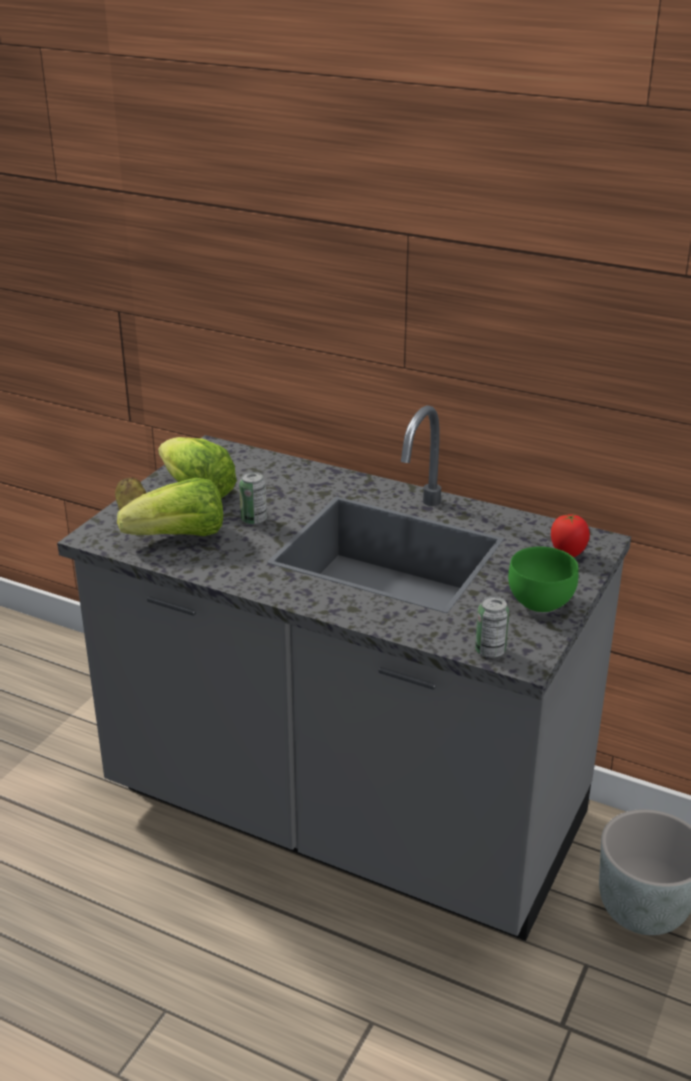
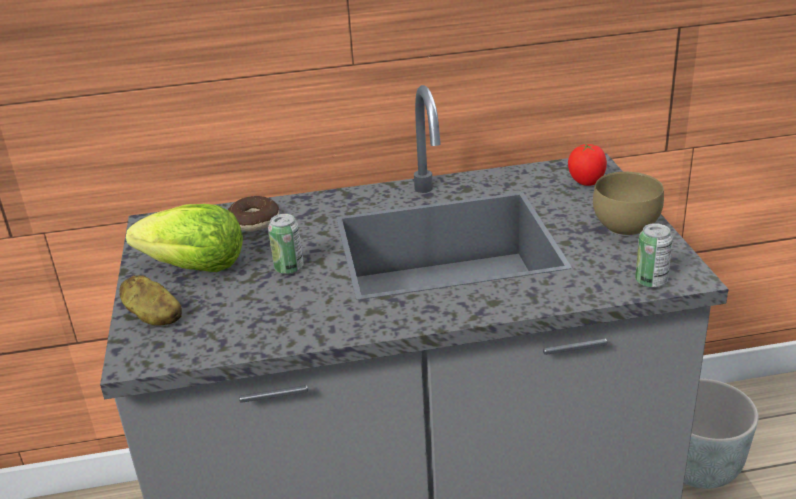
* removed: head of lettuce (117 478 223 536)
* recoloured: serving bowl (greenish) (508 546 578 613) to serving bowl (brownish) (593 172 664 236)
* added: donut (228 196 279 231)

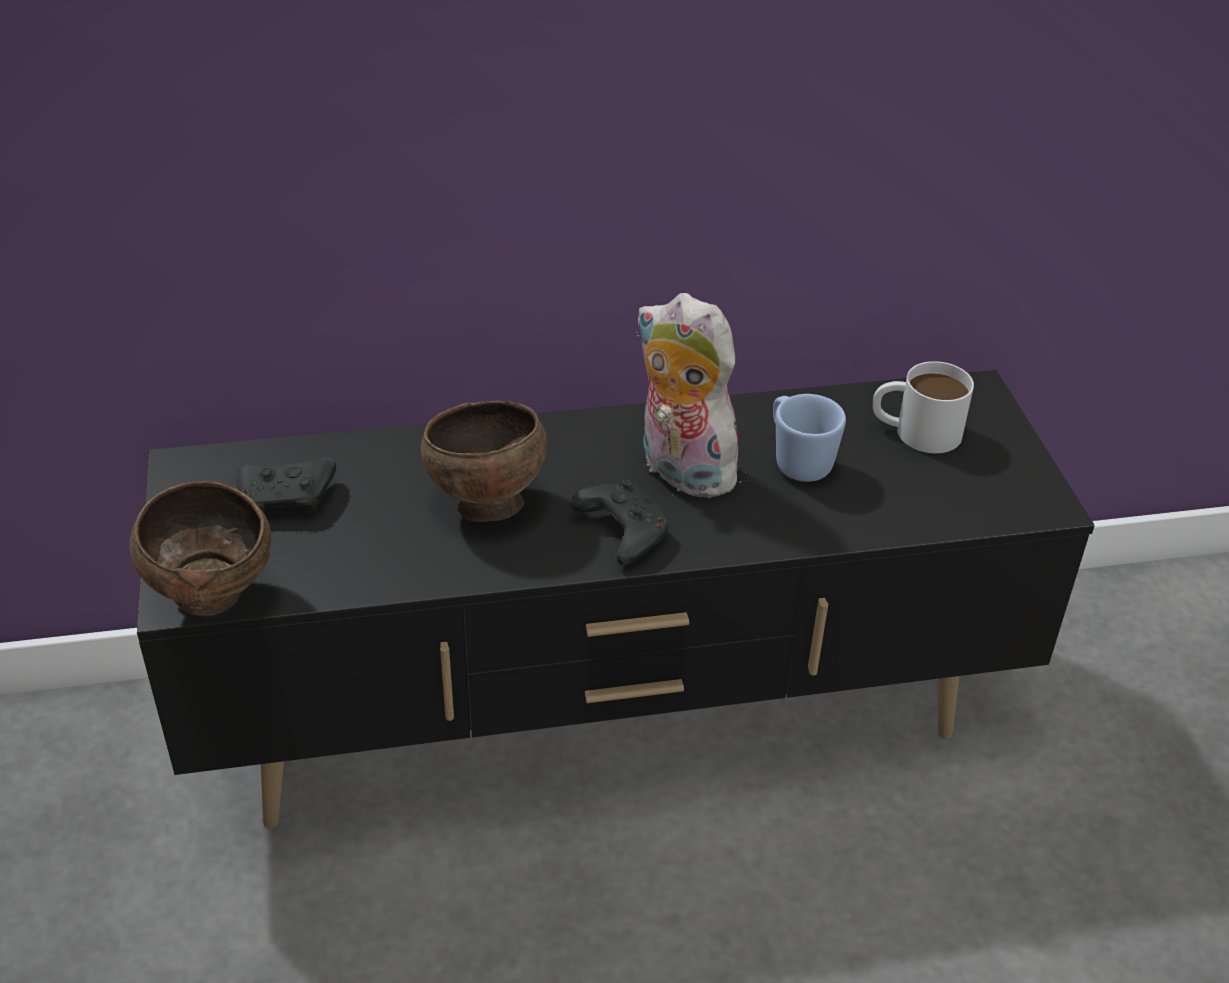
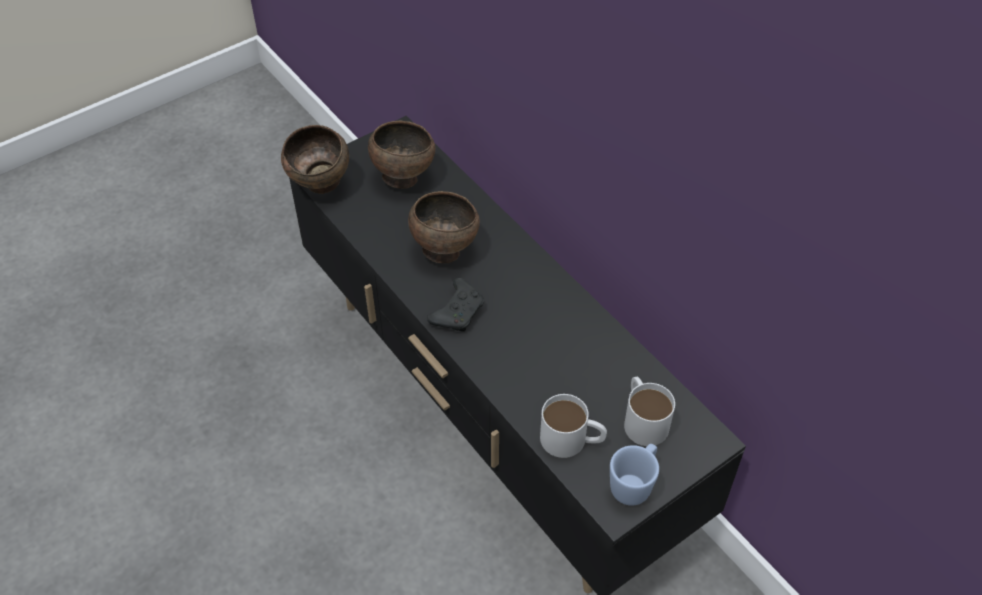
* replaced: joypad (black-coloured) (236 456 336 513) to serving bowl (brownish) (368 120 435 189)
* removed: cuddly toy (636 293 749 498)
* moved: mug (blue-coloured) (773 394 846 482) to (610 444 659 506)
* added: mug (whitish) (540 394 607 458)

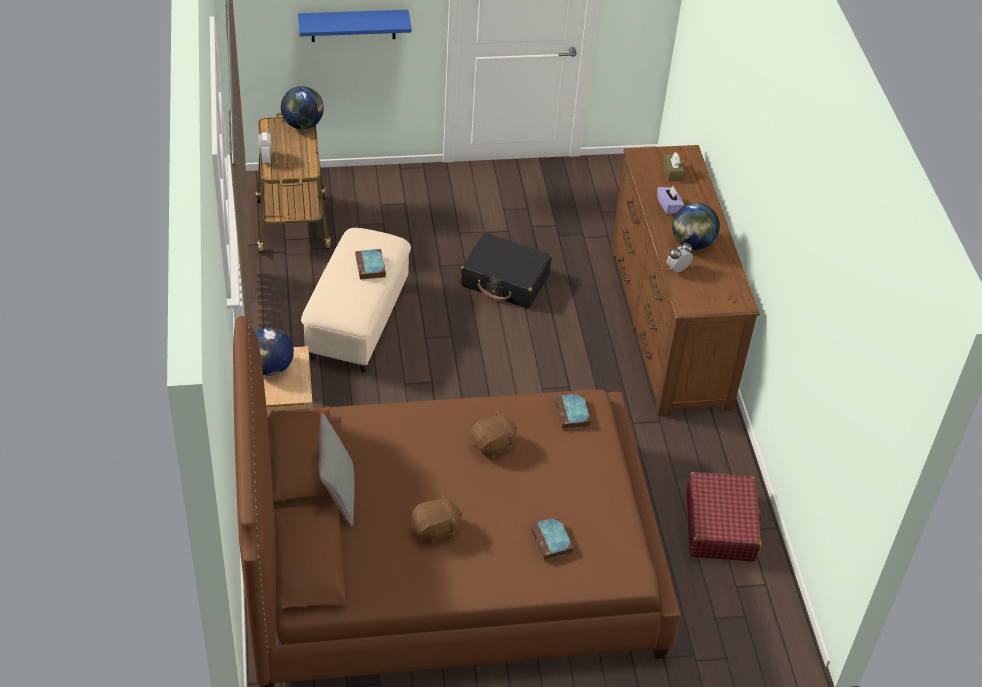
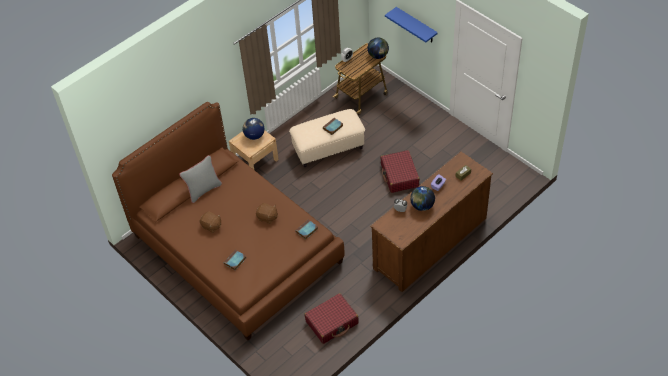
* recoloured: travel case (black-coloured) (461 233 552 309) to travel case (red-coloured) (380 150 420 193)

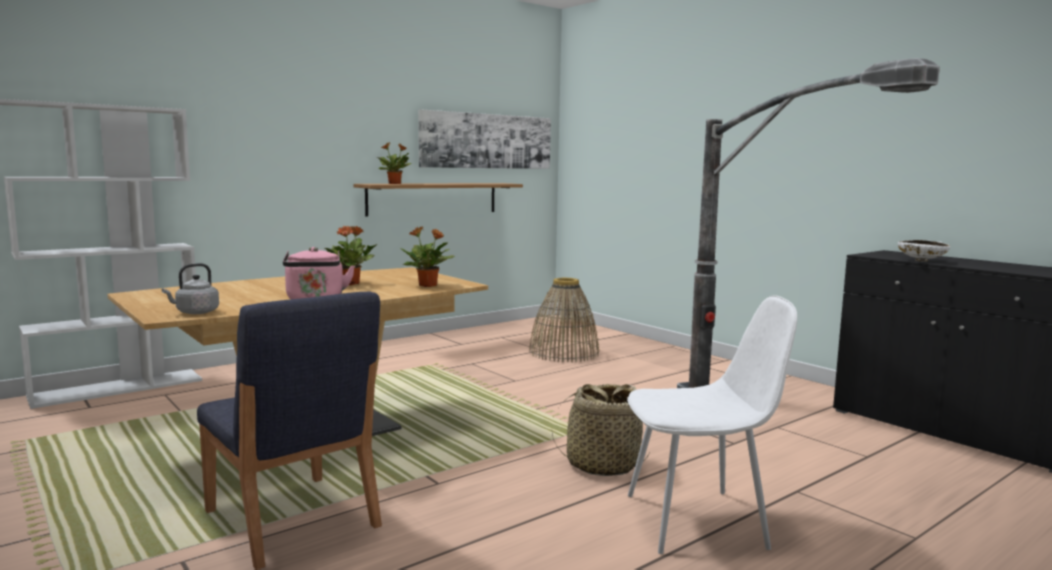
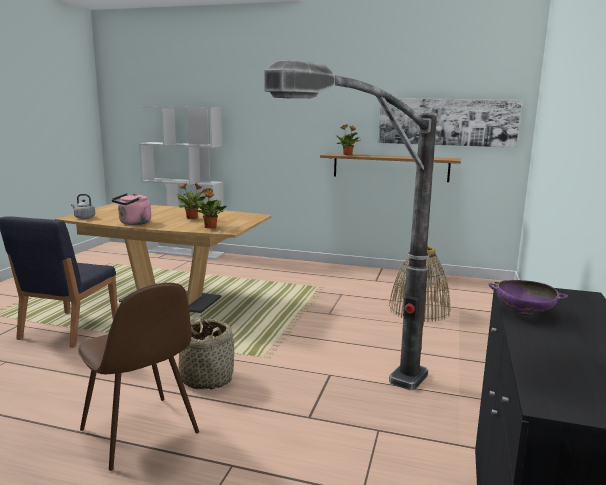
* recoloured: chair (whitish) (627 295 797 554) to chair (brownish) (78 283 199 471)
* recoloured: serving bowl (whitish) (898 240 950 262) to serving bowl (purple-coloured) (488 280 568 315)

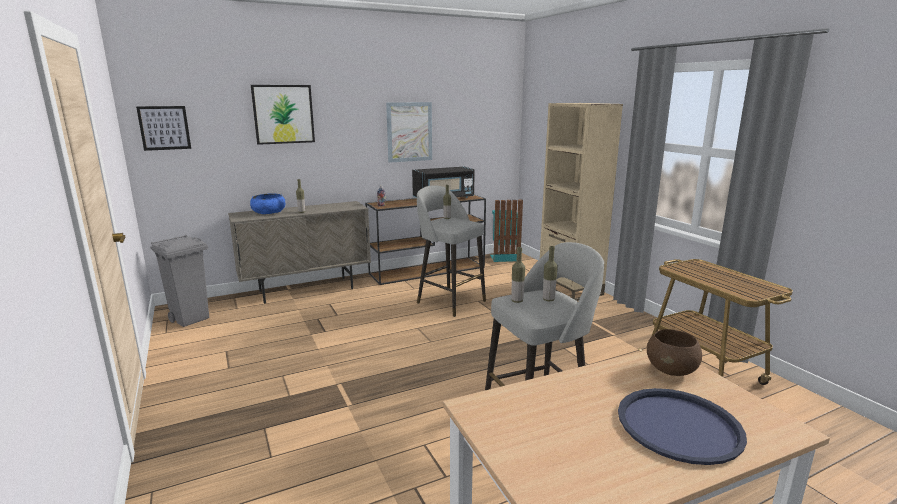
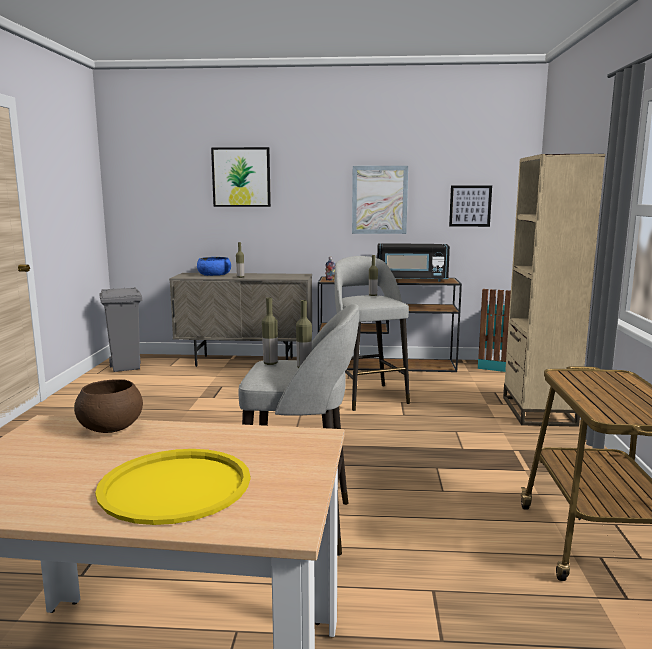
* moved: wall picture (136 106 191 151) to (449 186 492 227)
* recoloured: serving tray (blue-coloured) (618 388 747 465) to serving tray (yellow-coloured) (95 449 250 525)
* moved: serving bowl (brownish) (647 329 702 376) to (74 379 143 433)

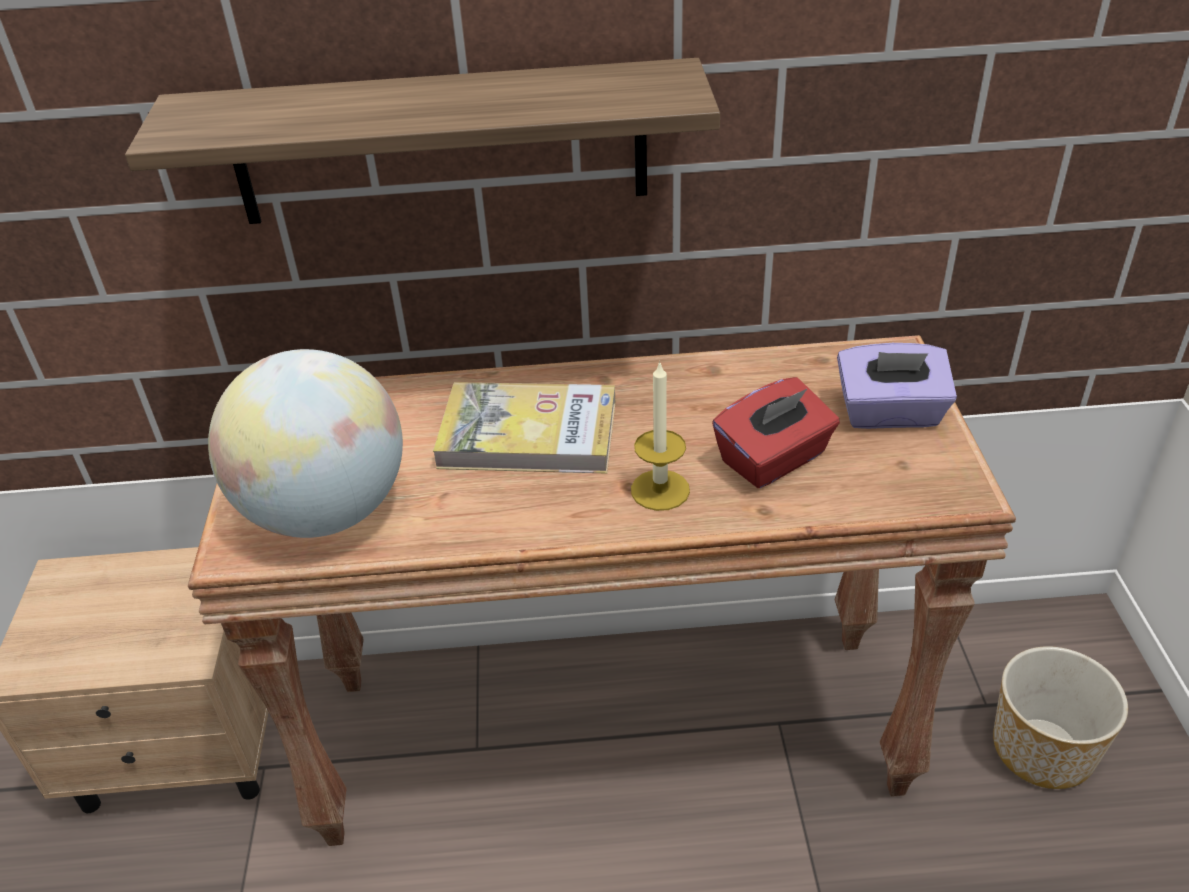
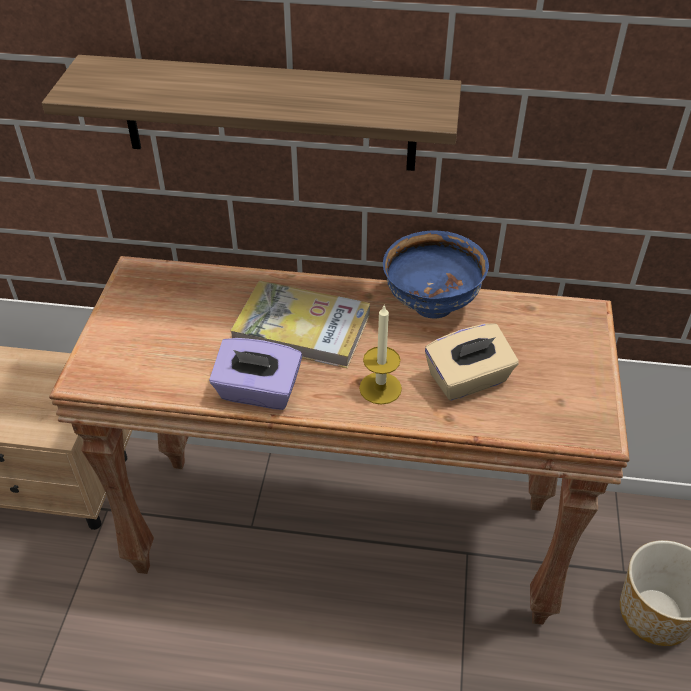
* removed: world globe (208 349 403 538)
* recoloured: tissue box (red-coloured) (712 377 840 488) to tissue box (beige) (425 323 519 401)
* moved: tissue box (purple-coloured) (837 343 957 429) to (209 338 302 410)
* added: serving bowl (blue-coloured) (383 230 489 318)

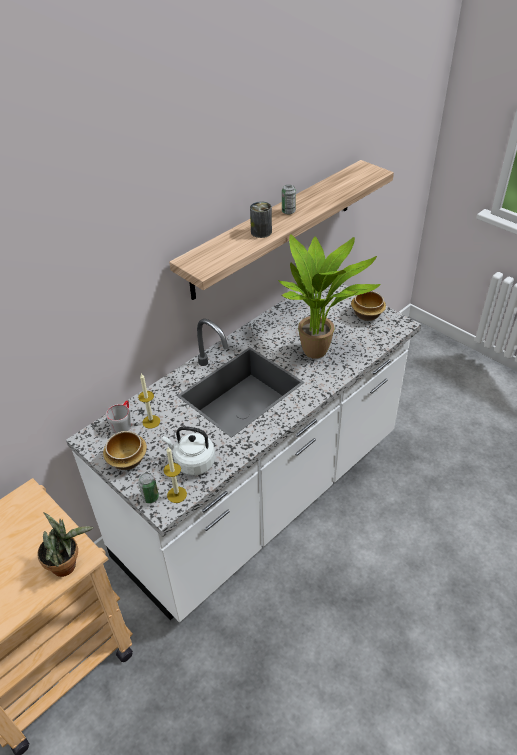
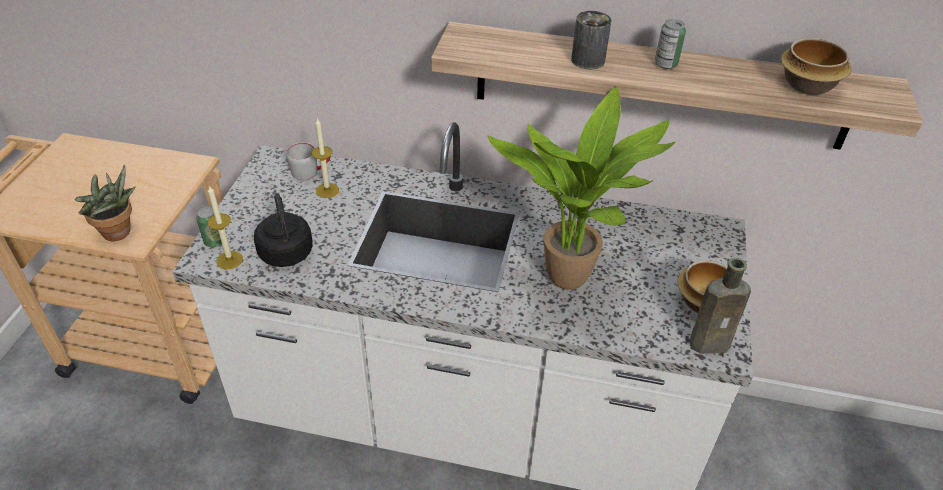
* moved: serving bowl (103 431 147 470) to (781 38 851 95)
* recoloured: tea kettle (whitish) (163 426 215 476) to tea kettle (black-coloured) (254 194 313 267)
* added: drink bottle (brownish) (689 258 751 354)

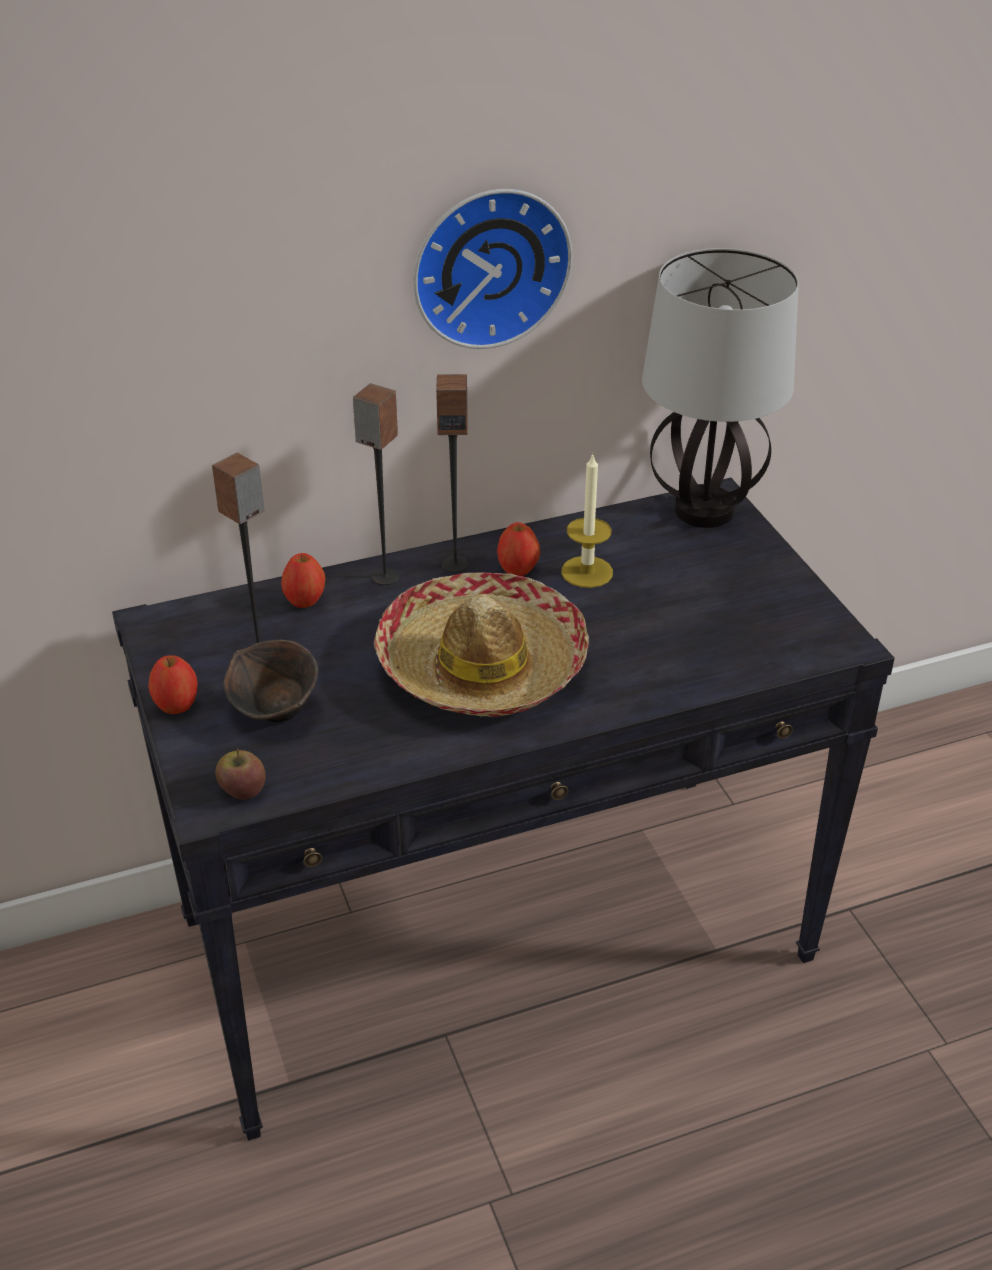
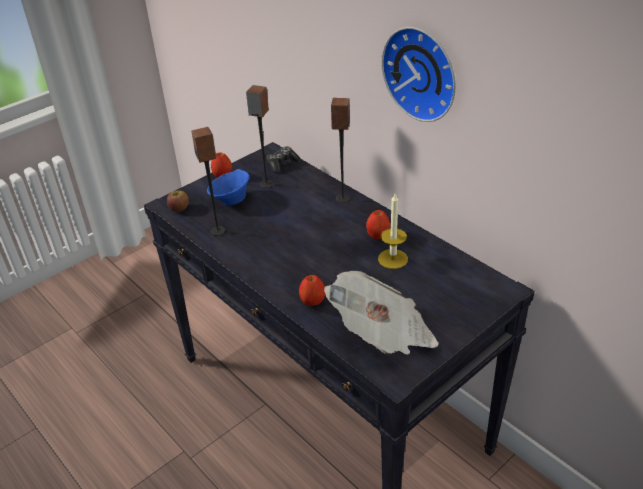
* recoloured: serving bowl (brownish) (223 640 318 723) to serving bowl (blue-coloured) (207 169 250 205)
* moved: whole apple (281 553 326 608) to (299 275 325 306)
* removed: clothing hat (374 573 589 717)
* moved: speaker (436 374 469 573) to (191 127 225 236)
* removed: table lamp (642 248 799 528)
* added: joypad (266 147 300 173)
* added: newspaper (324 271 439 354)

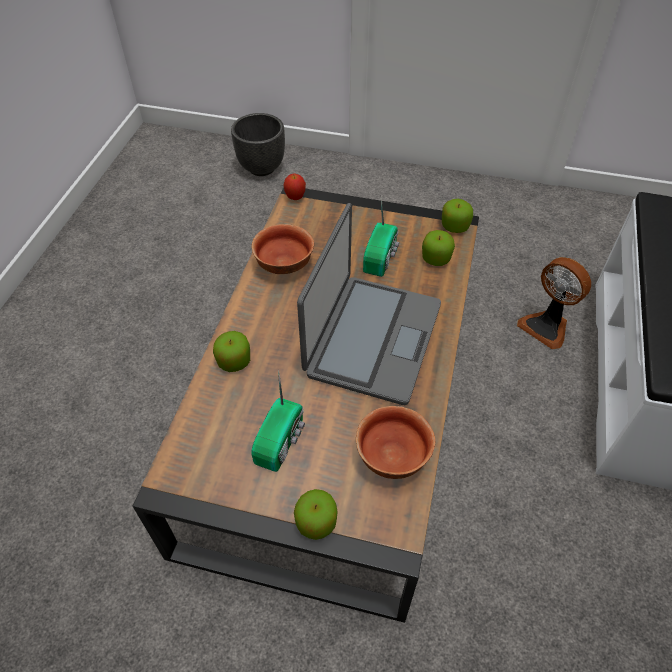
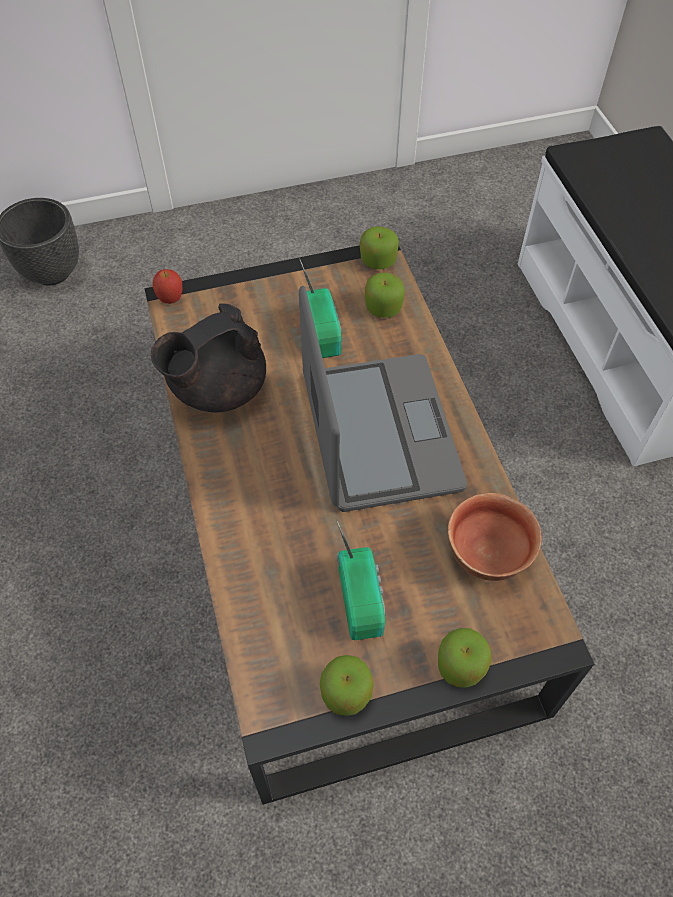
* moved: whole apple (213 331 250 372) to (320 655 374 716)
* replaced: serving bowl (251 224 314 274) to tea pot (black-coloured) (151 303 266 413)
* removed: fan (517 257 591 349)

